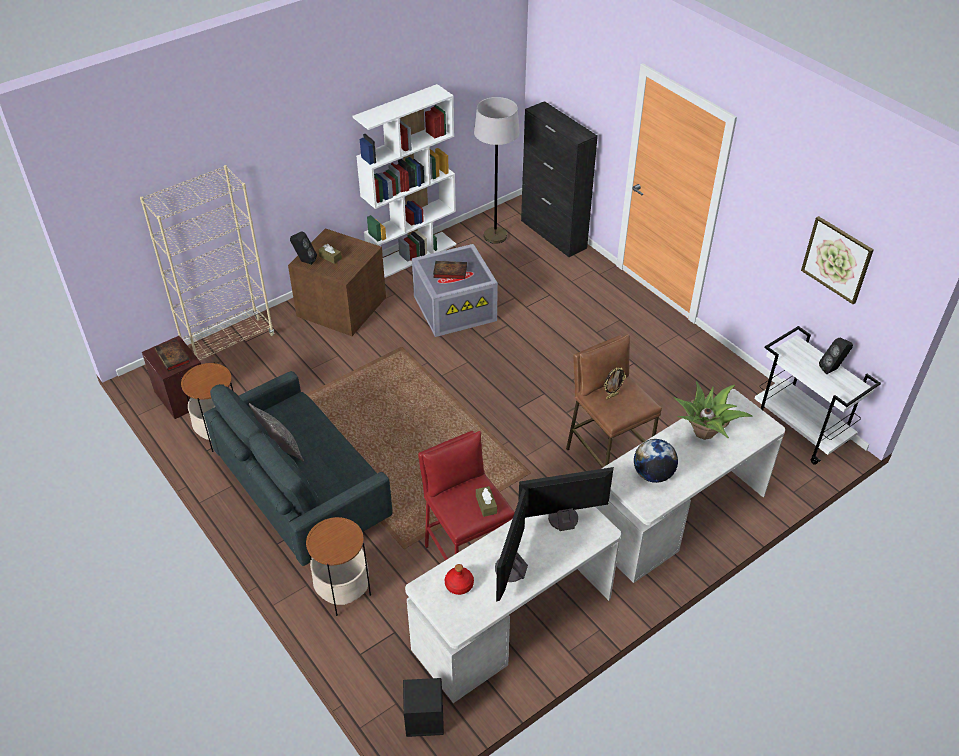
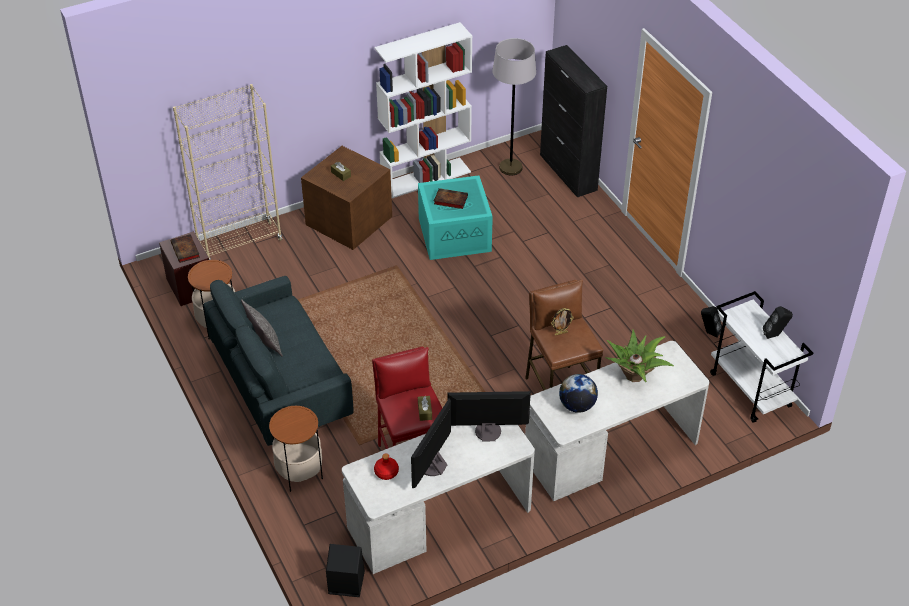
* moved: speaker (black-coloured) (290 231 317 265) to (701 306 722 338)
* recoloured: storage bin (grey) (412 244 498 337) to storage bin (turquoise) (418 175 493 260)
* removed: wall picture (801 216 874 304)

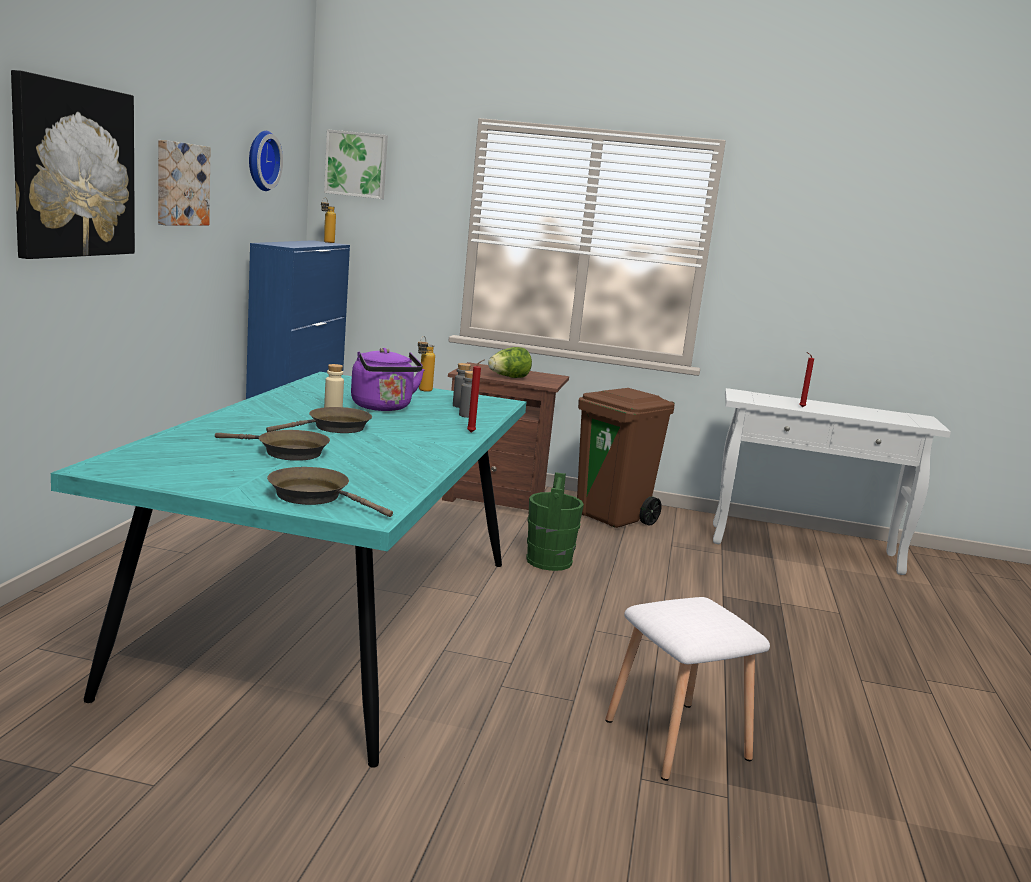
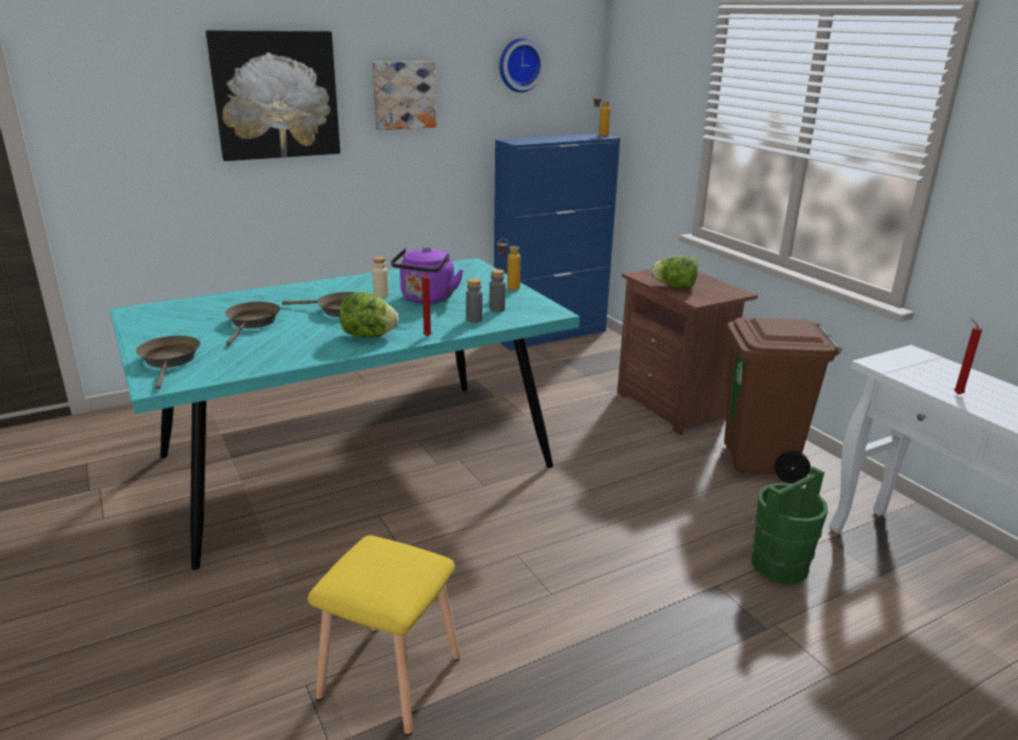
* turned: pan (brownish) (215 430 330 461) = (225 302 280 346) 150 degrees counterclockwise
* removed: wall picture (324 129 388 199)
* moved: pail (greenish) (526 472 584 571) to (752 466 828 584)
* recoloured: stool (whitish) (605 597 770 781) to stool (yellow-coloured) (307 535 460 735)
* added: head of lettuce (340 292 399 337)

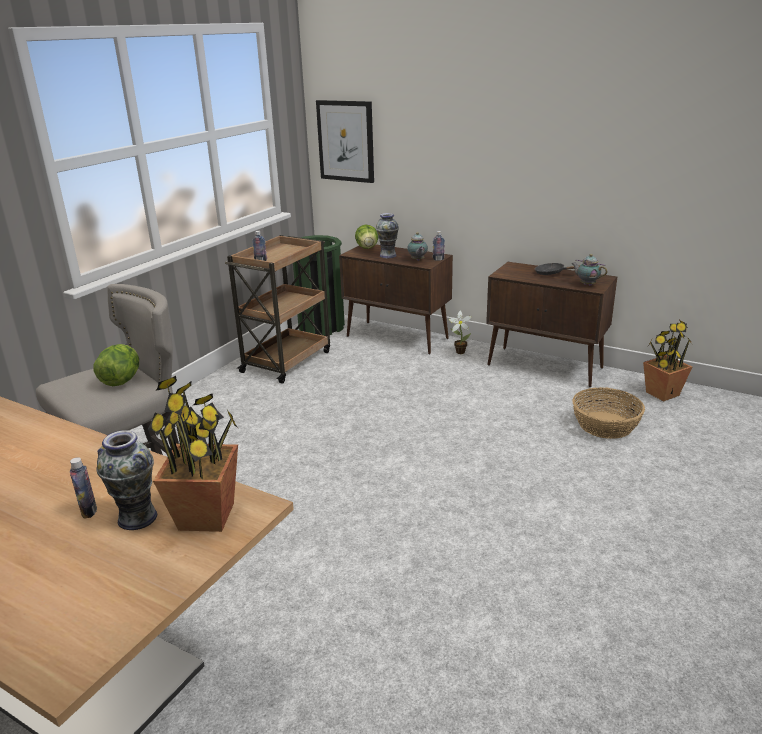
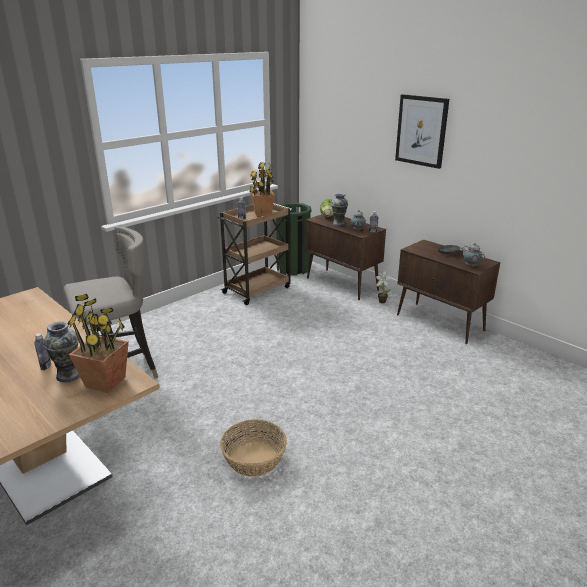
* removed: head of lettuce (93 344 139 386)
* moved: wall picture (316 100 374 183) to (395 94 449 169)
* moved: household basket (572 387 645 439) to (220 419 287 477)
* moved: plant in a pot (643 320 693 401) to (249 162 275 217)

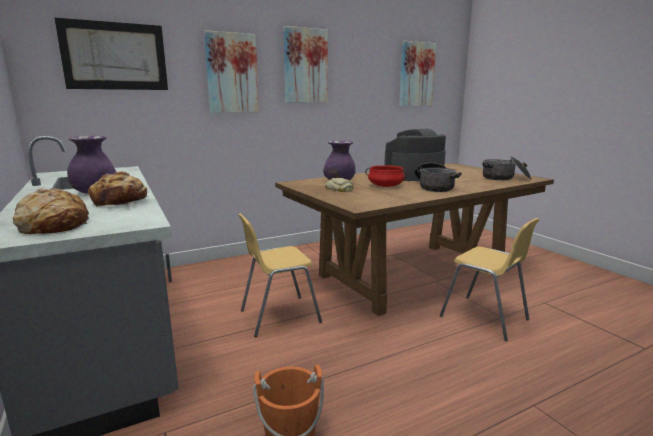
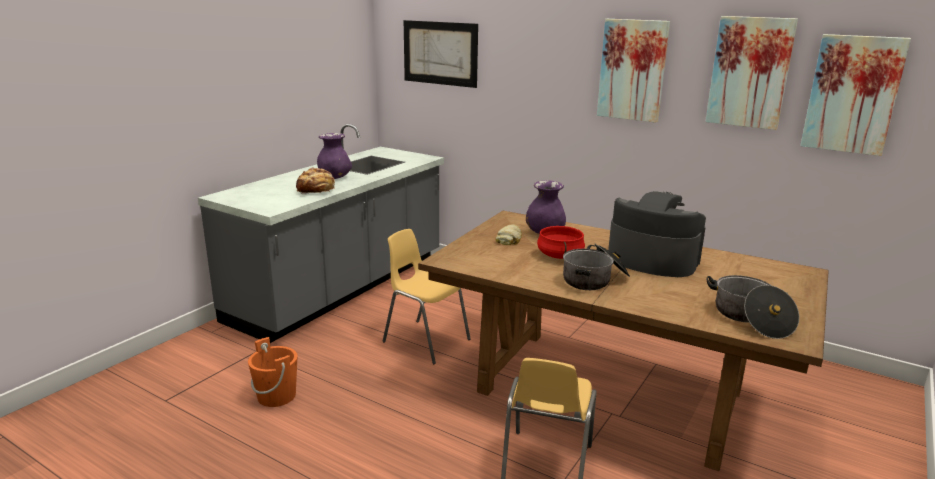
* removed: bread (13 188 89 234)
* moved: wall picture (204 30 259 113) to (705 16 798 130)

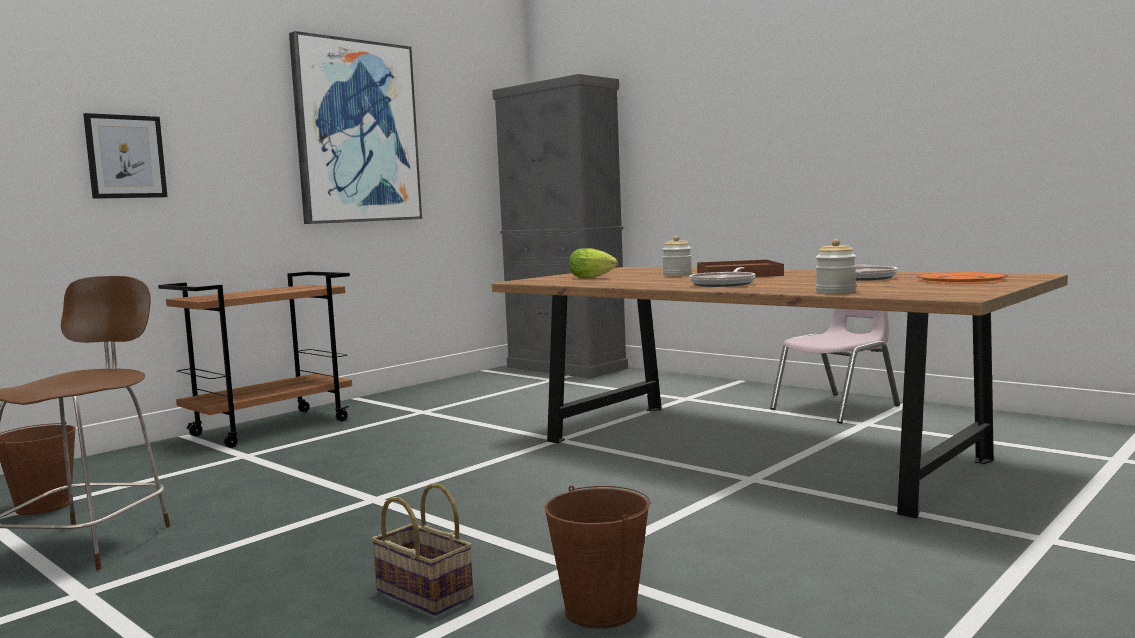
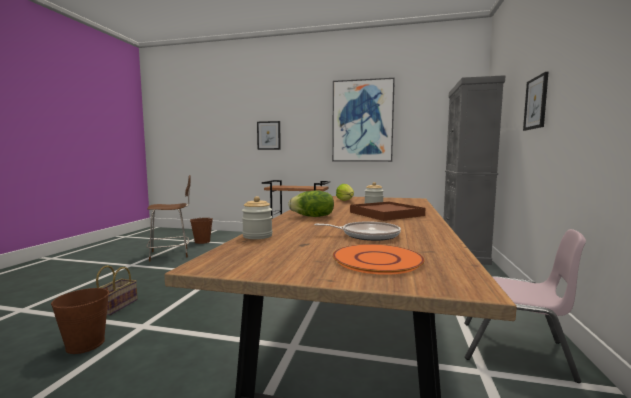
* replaced: pan (689 267 755 287) to head of lettuce (288 190 334 217)
* added: wall picture (523 72 549 131)

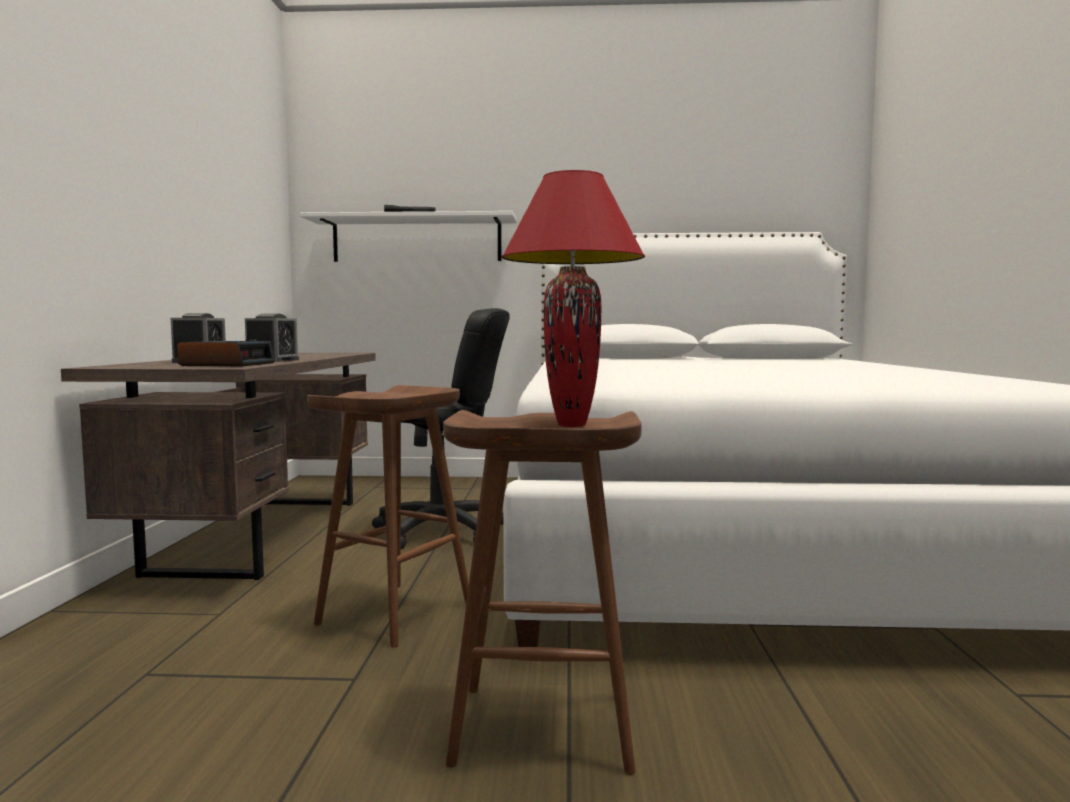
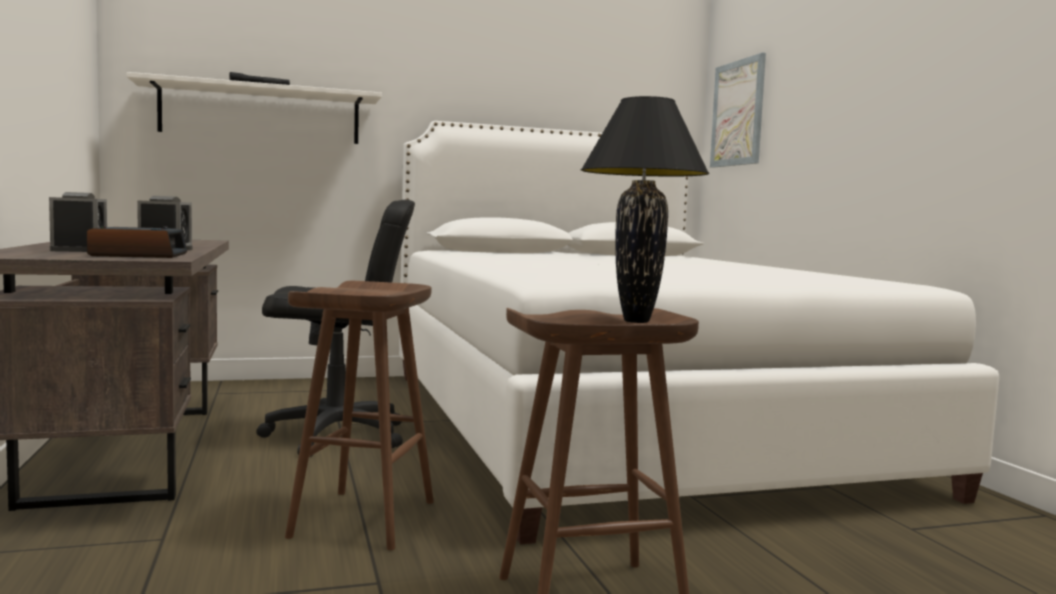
* recoloured: table lamp (red-coloured) (501 170 645 427) to table lamp (black-coloured) (581 96 710 323)
* added: wall picture (710 53 766 168)

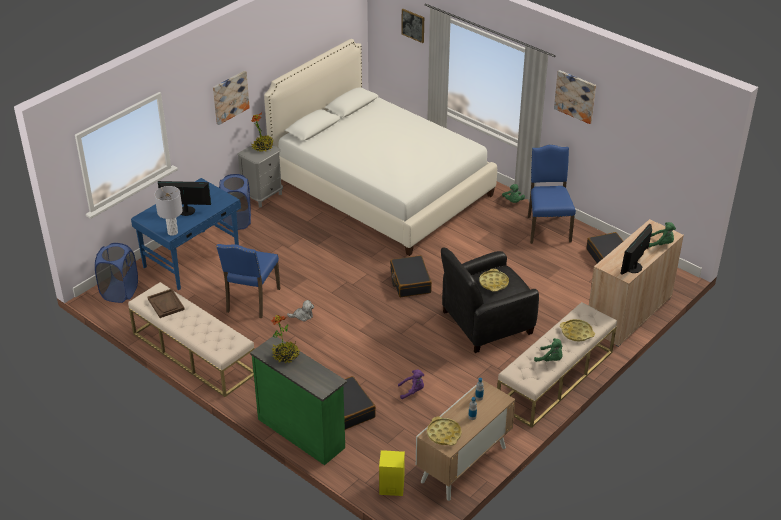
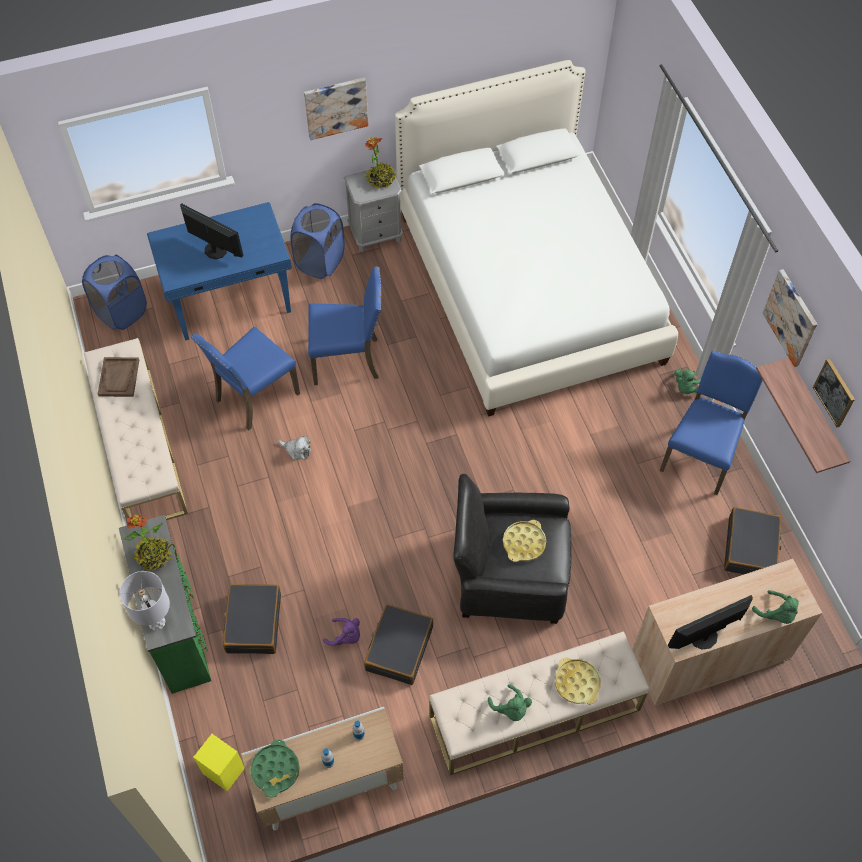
* moved: table lamp (grey) (154 186 183 236) to (119 571 170 630)
* moved: travel case (black-coloured) (390 255 432 297) to (364 604 433 685)
* moved: wall picture (401 9 424 43) to (813 358 855 427)
* recoloured: serving tray (yellow-coloured) (427 417 462 445) to serving tray (greenish) (250 740 300 797)
* added: chair (blue-coloured) (308 266 381 385)
* added: shelf (756 357 850 473)

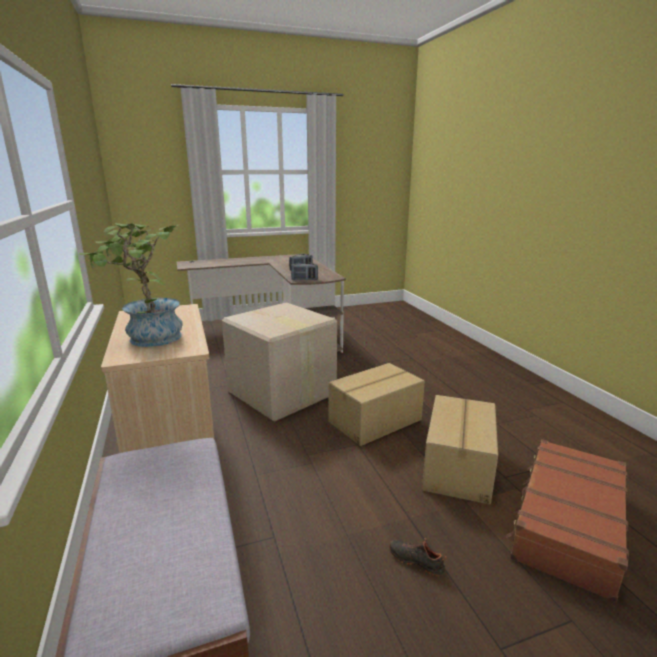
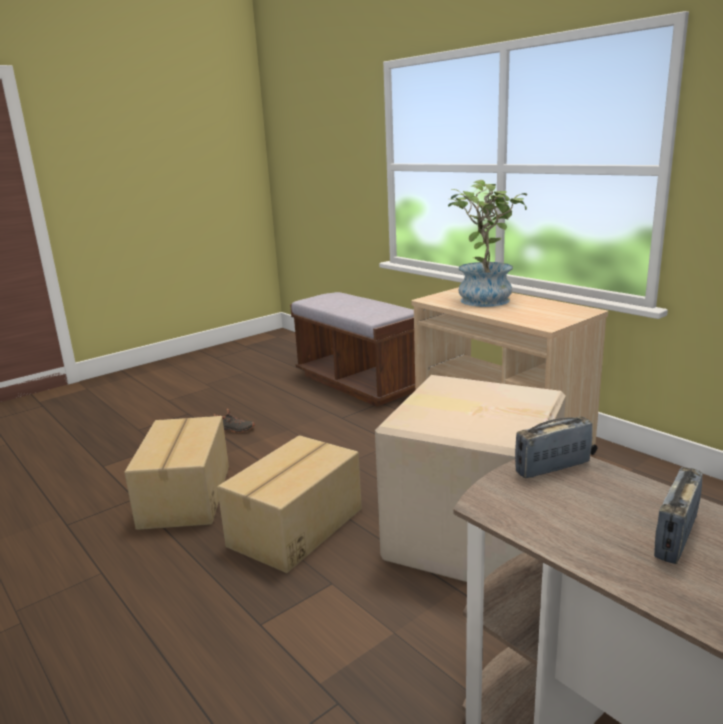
* removed: travel case (brownish) (506 439 629 602)

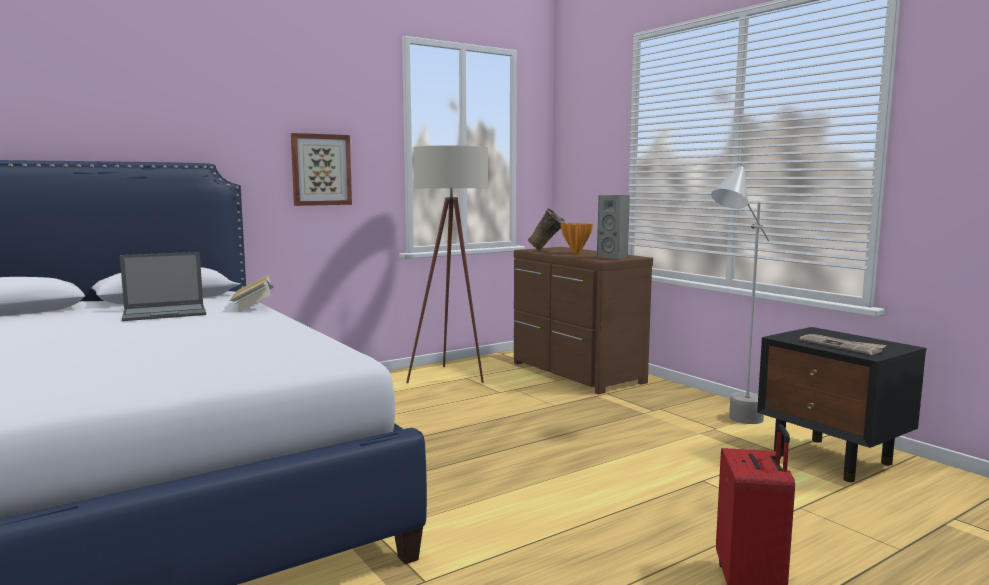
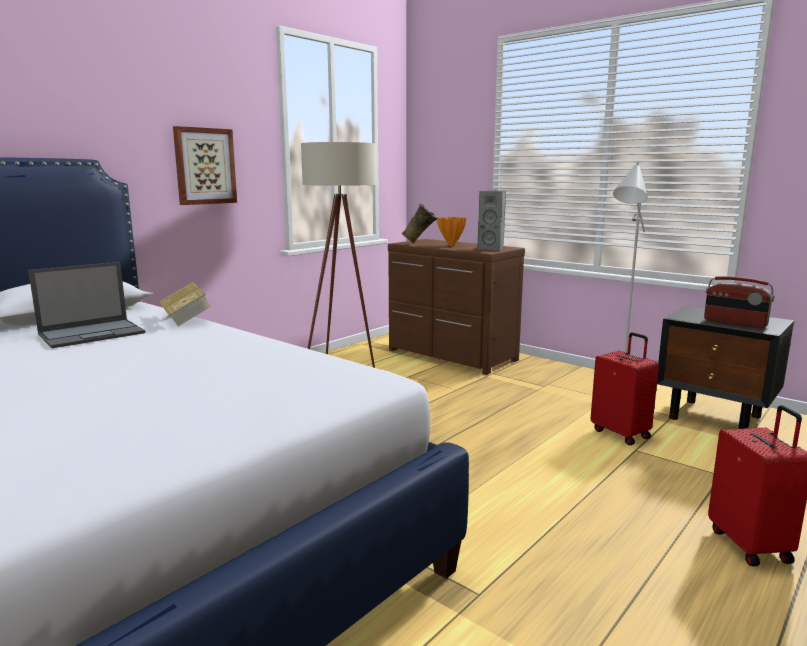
* replaced: newspaper (799 334 887 355) to radio (704 276 774 328)
* added: travel case (red-coloured) (591 332 659 445)

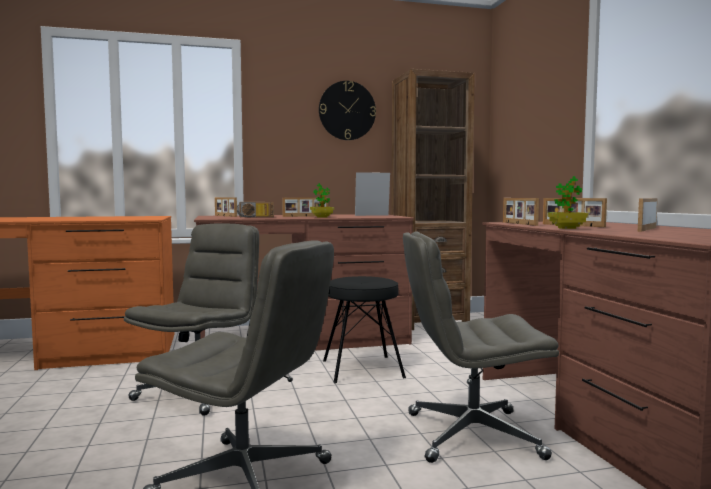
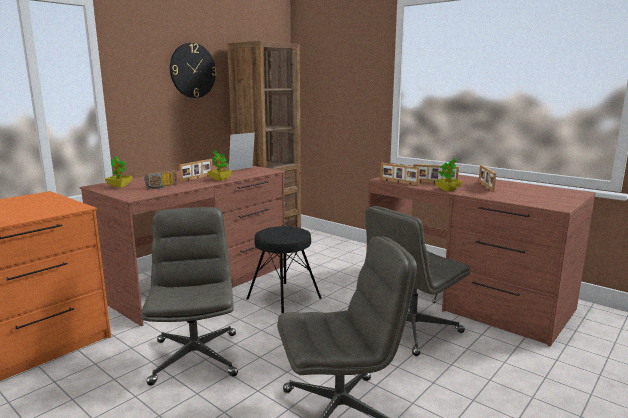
* replaced: standing frame (215 197 237 217) to plant in a pot (105 156 133 188)

